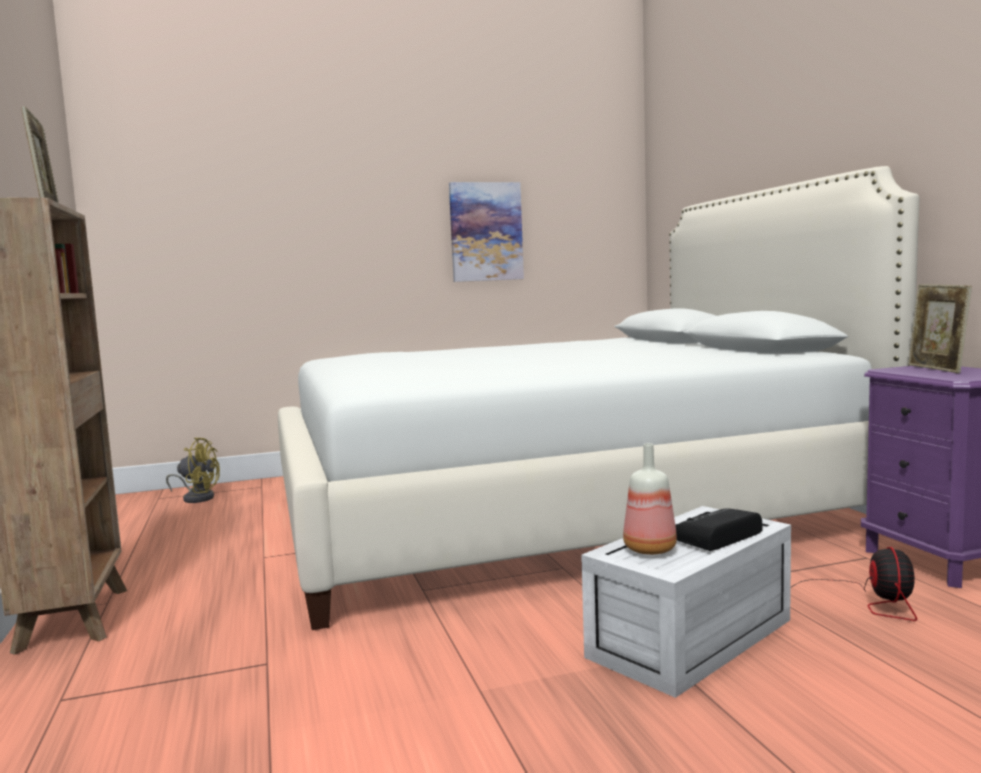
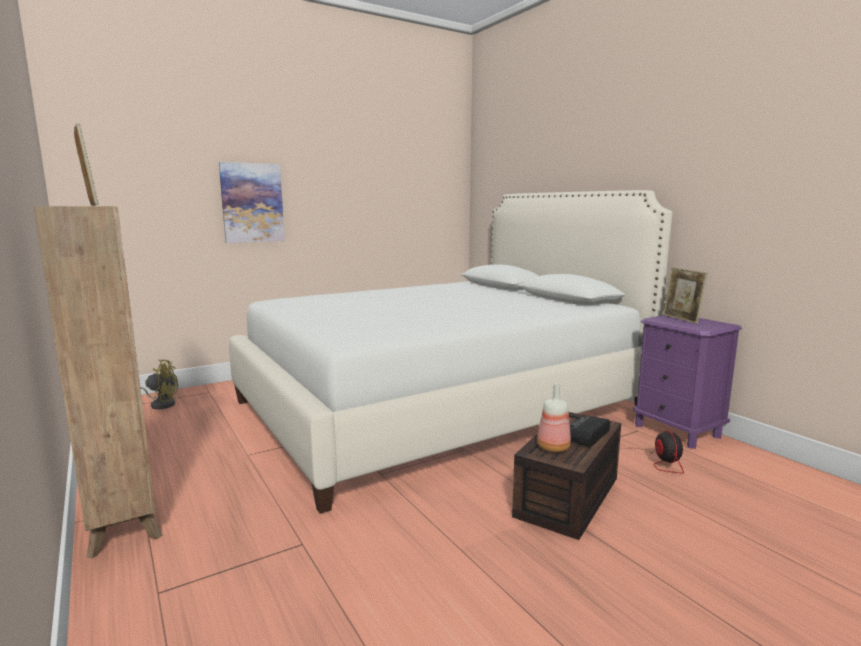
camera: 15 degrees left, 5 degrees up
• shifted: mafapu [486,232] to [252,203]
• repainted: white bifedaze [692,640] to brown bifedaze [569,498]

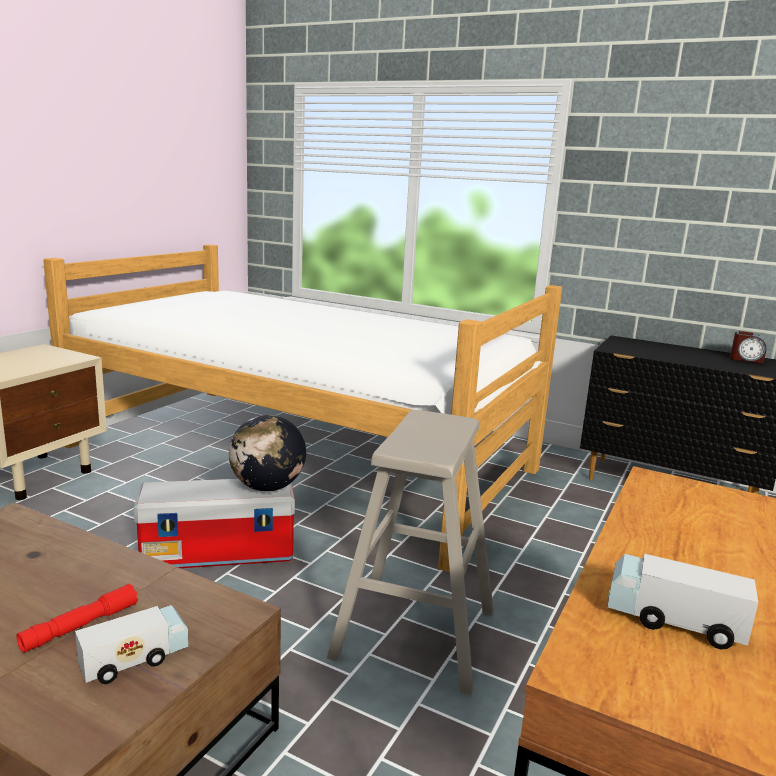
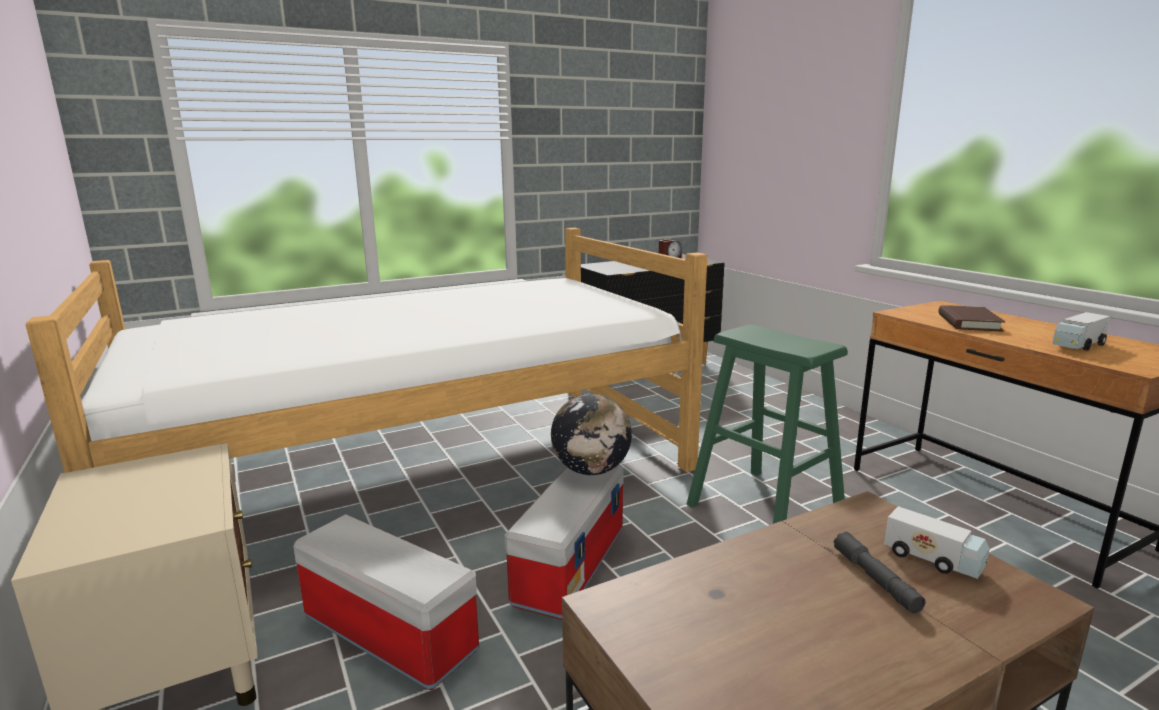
camera: 55 degrees left, 0 degrees up
• repainted: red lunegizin [80,626] to grey lunegizin [875,579]
• rotated: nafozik [135,659] = [933,560] 135 degrees clockwise
• repainted: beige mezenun [415,634] to green mezenun [765,507]
• new: bifedaze [387,633]
• new: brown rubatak [968,322]

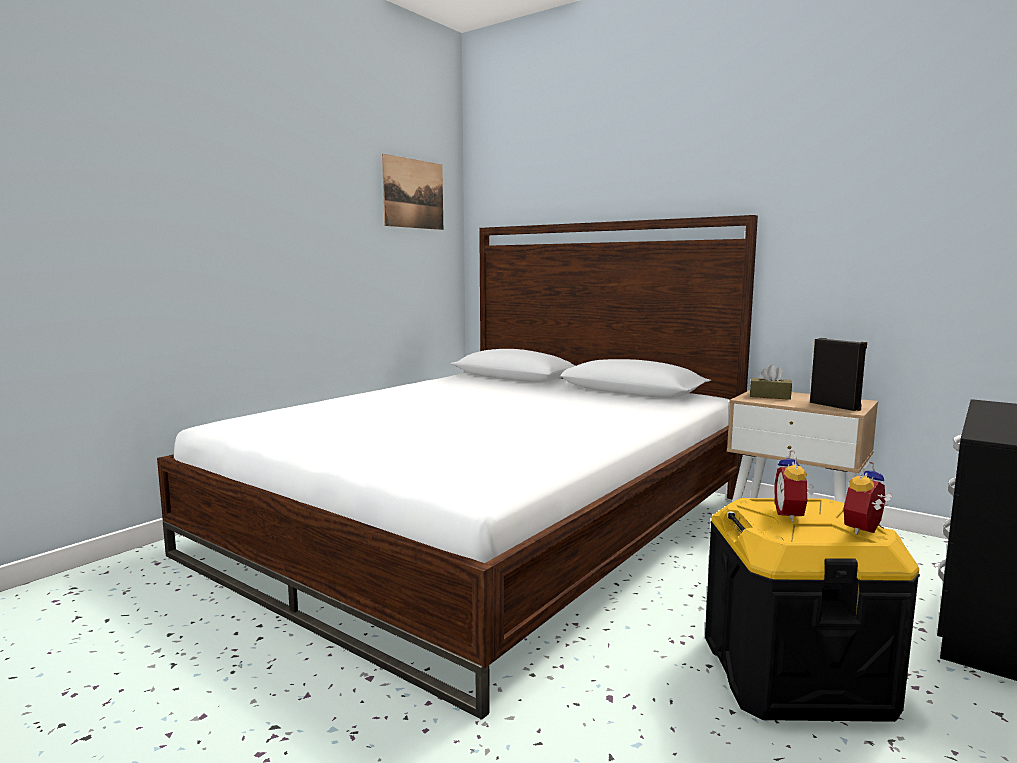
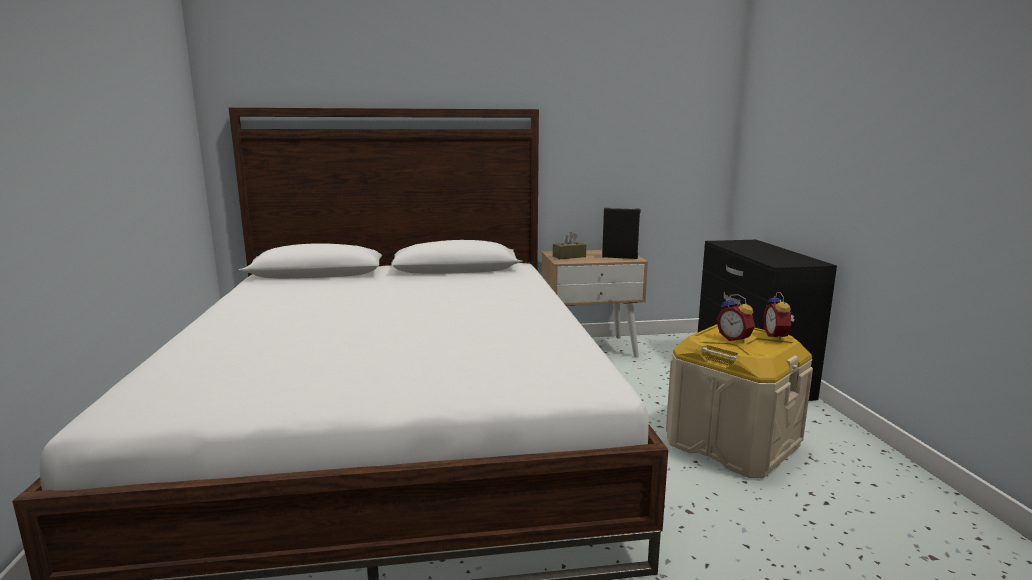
camera: 45 degrees left, 5 degrees up
• gone: mafapu [413,194]
• repainted: black bifedaze [795,674] to beige bifedaze [732,444]

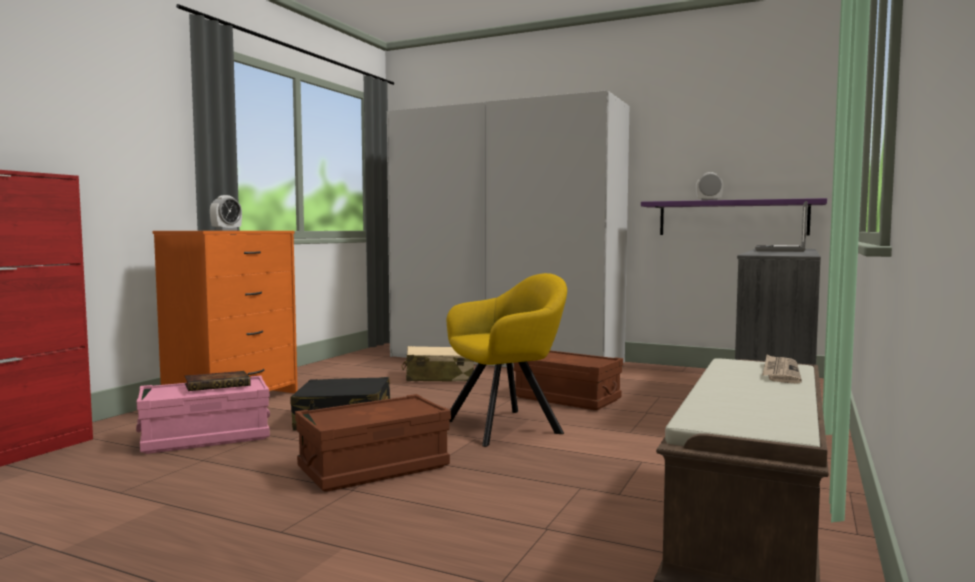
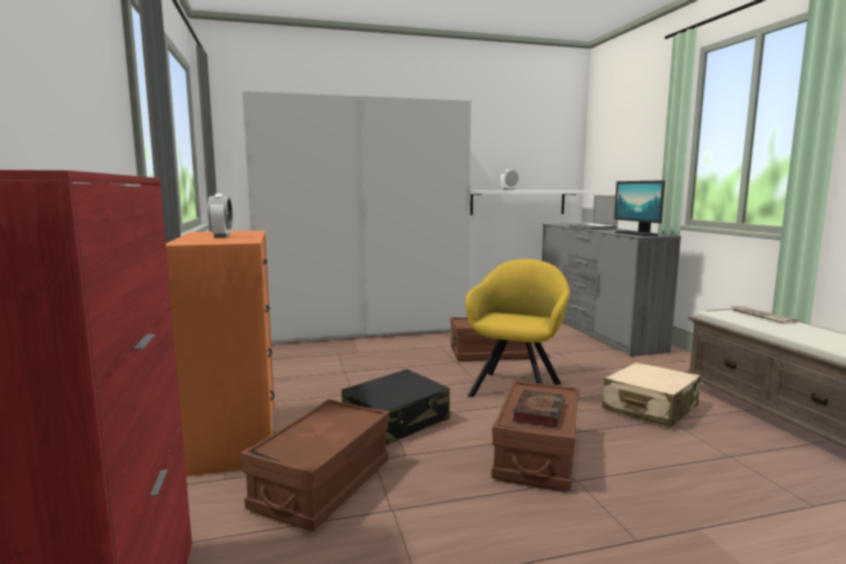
camera: 40 degrees left, 5 degrees up
• repainted: pink bifedaze [206,437] to brown bifedaze [323,485]
• shifted: rubatak [219,385] to [538,411]
• shifted: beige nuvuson [438,377] to [650,408]
• repainted: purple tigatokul [732,218] to white tigatokul [518,202]
• new: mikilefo [636,234]

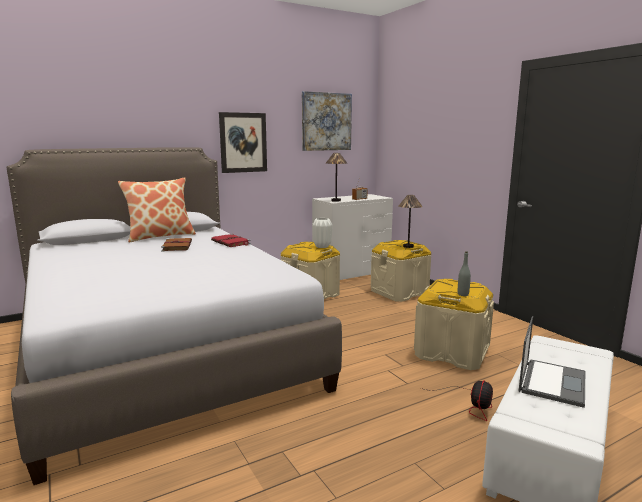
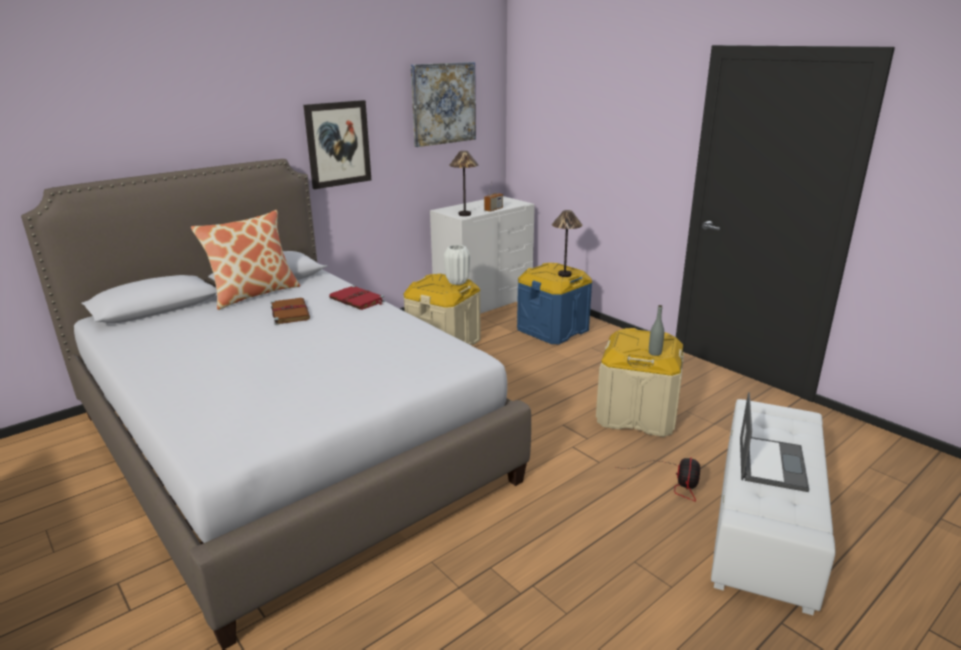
camera: 10 degrees left, 10 degrees up
• repainted: beige bifedaze [399,292] to blue bifedaze [552,330]

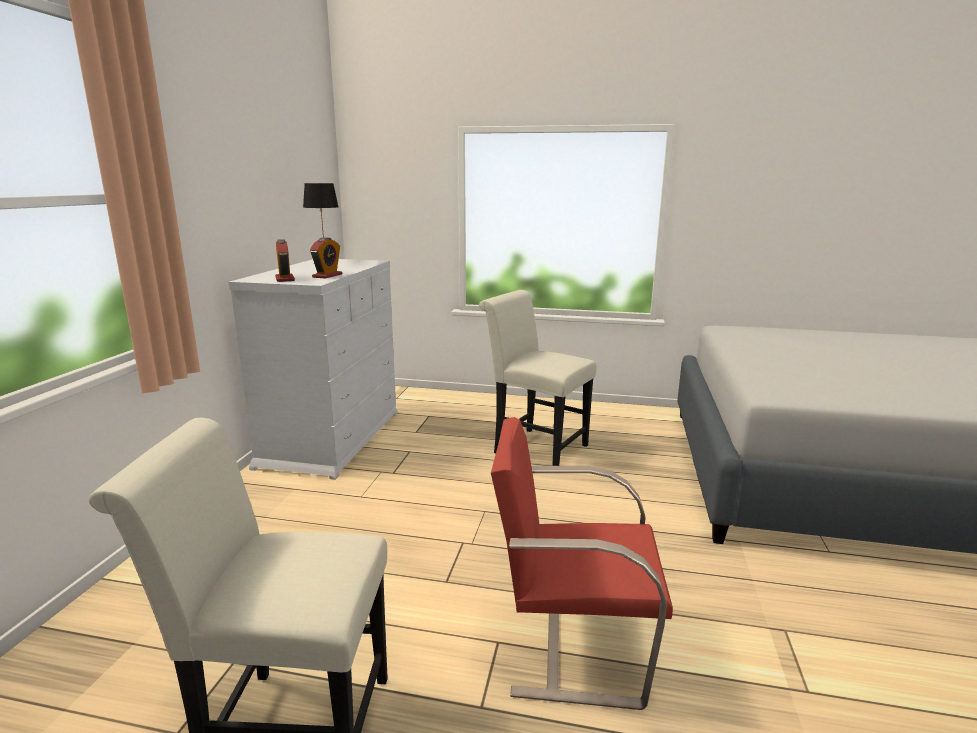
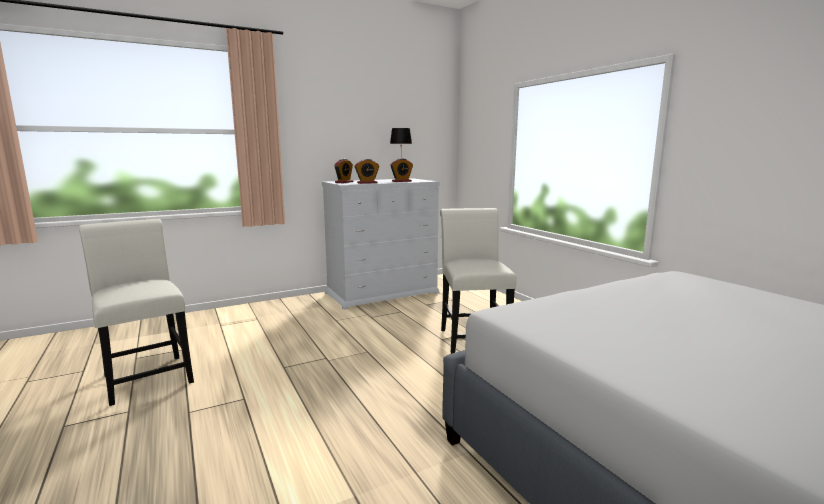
camera: 50 degrees right, 5 degrees down
• gone: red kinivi [572,643]
• new: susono [401,181]

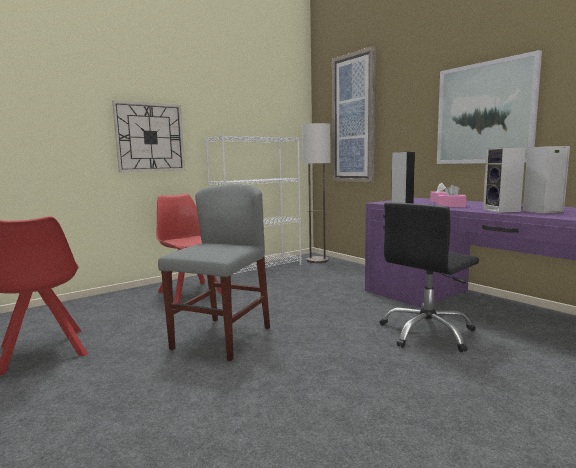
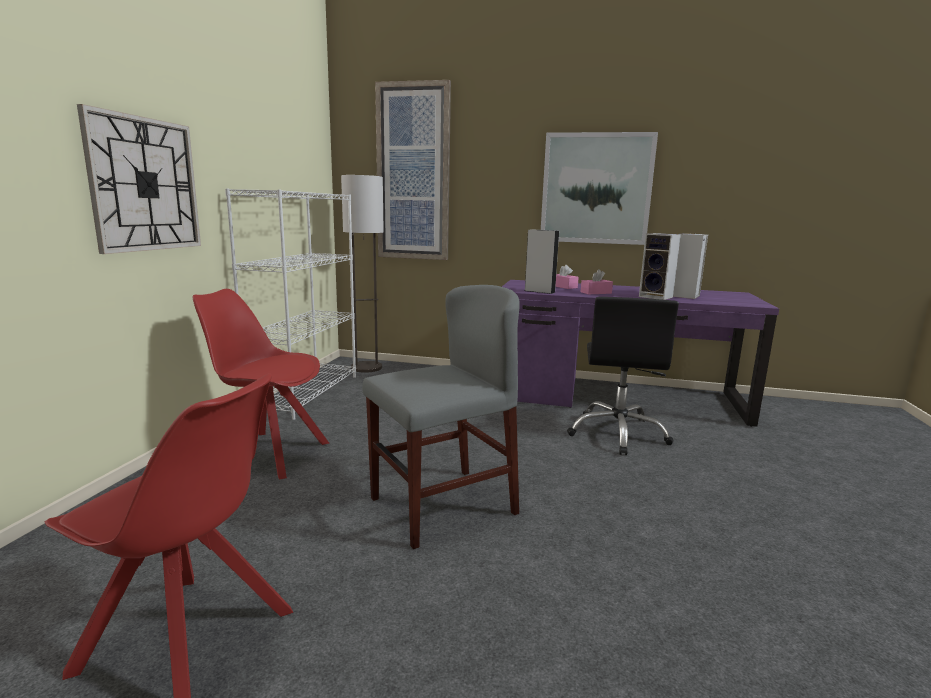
camera: 40 degrees left, 5 degrees up
• rotated: grey kinivi [222,338] = [443,506] 75 degrees clockwise

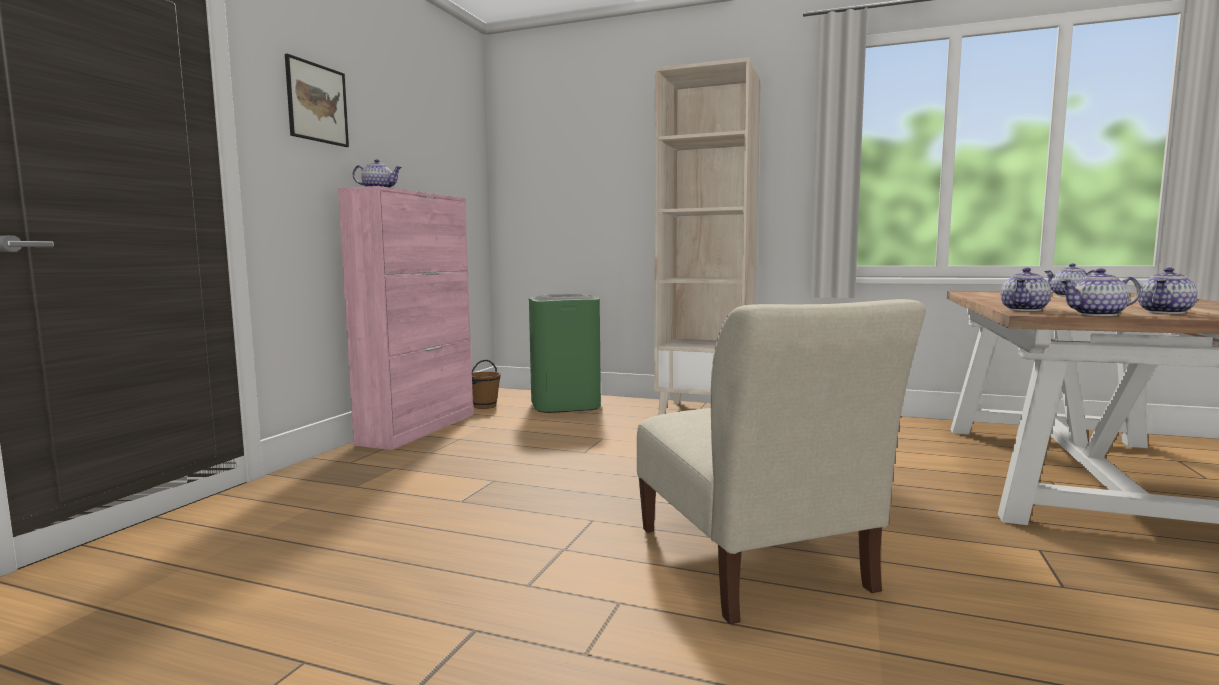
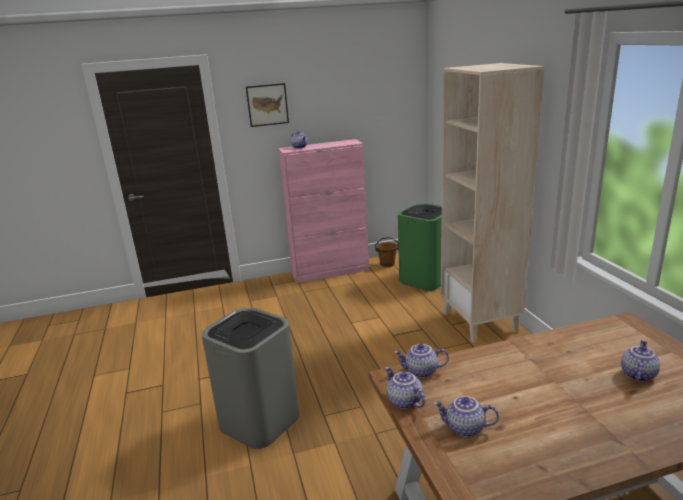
camera: 55 degrees right, 15 degrees up
• swapped: beige kinivi [753,564] to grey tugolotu [259,421]

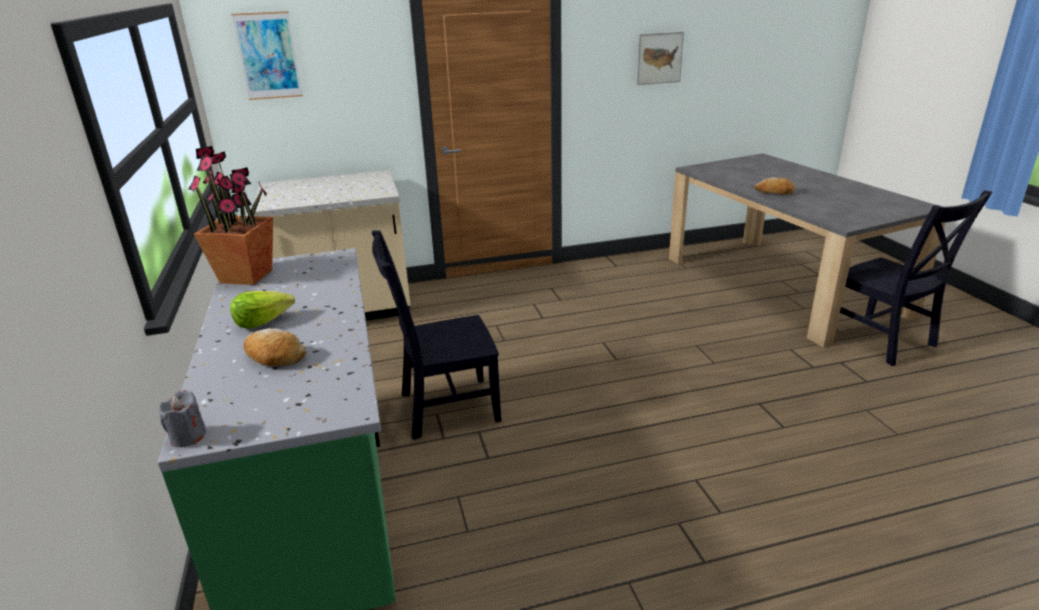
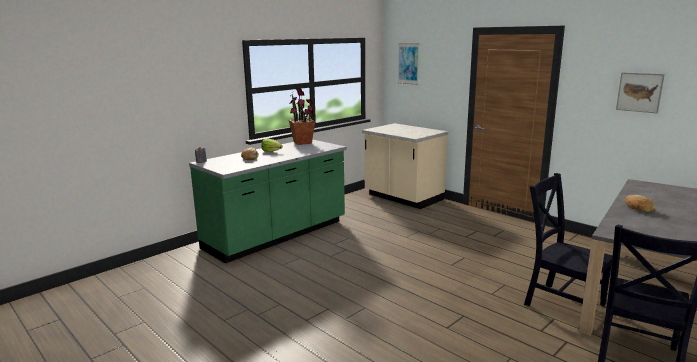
camera: 60 degrees right, 10 degrees down
• shifted: black kinivi [444,407] to [561,303]

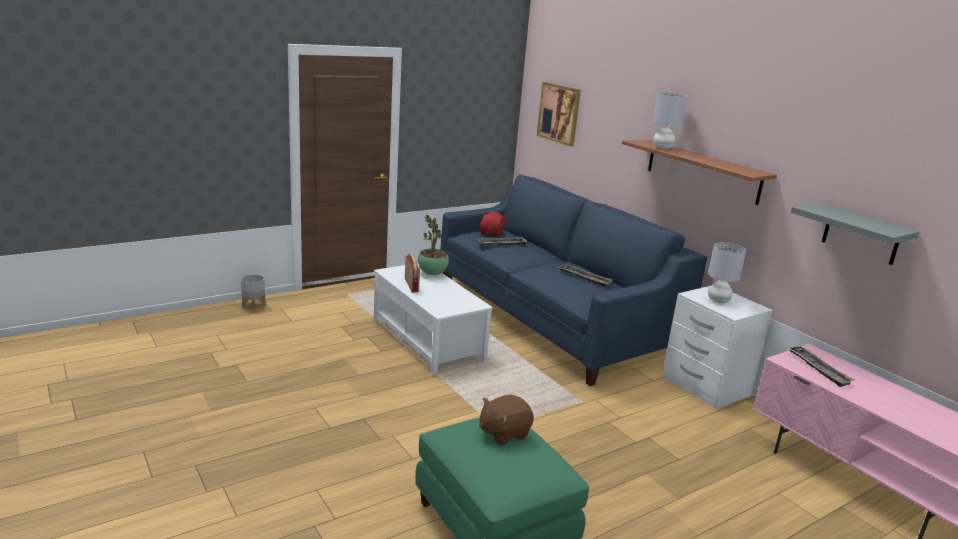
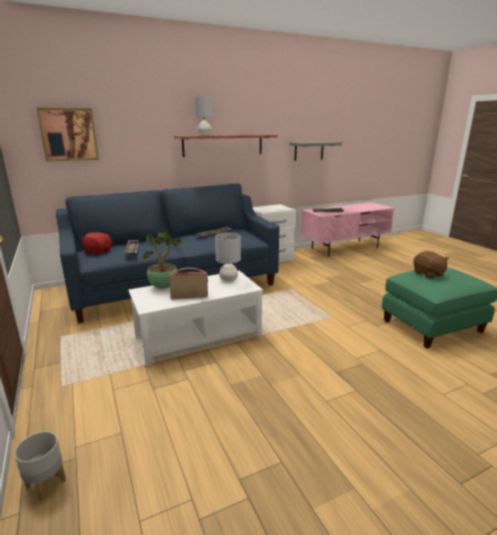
camera: 80 degrees left, 0 degrees up
• shifted: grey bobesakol [718,300] to [228,279]

